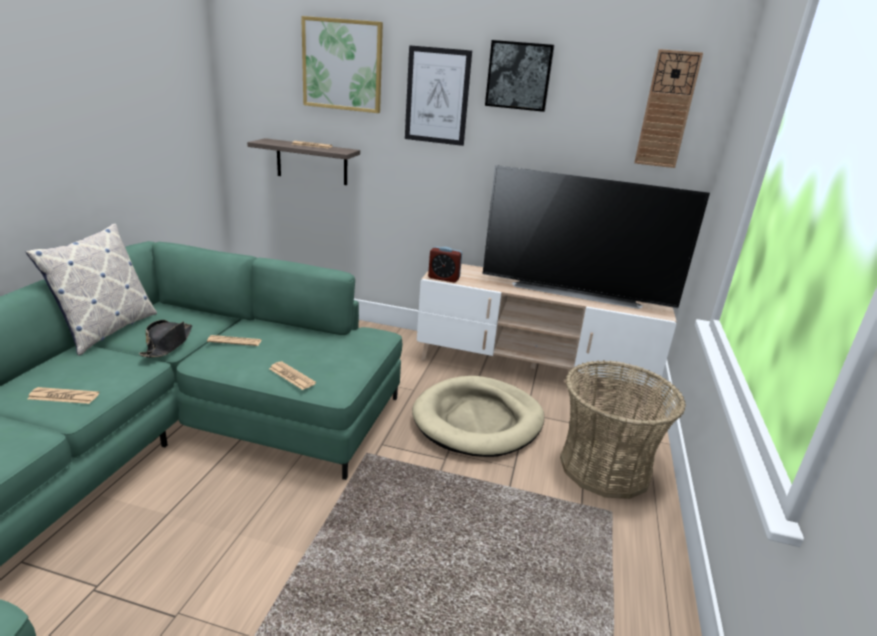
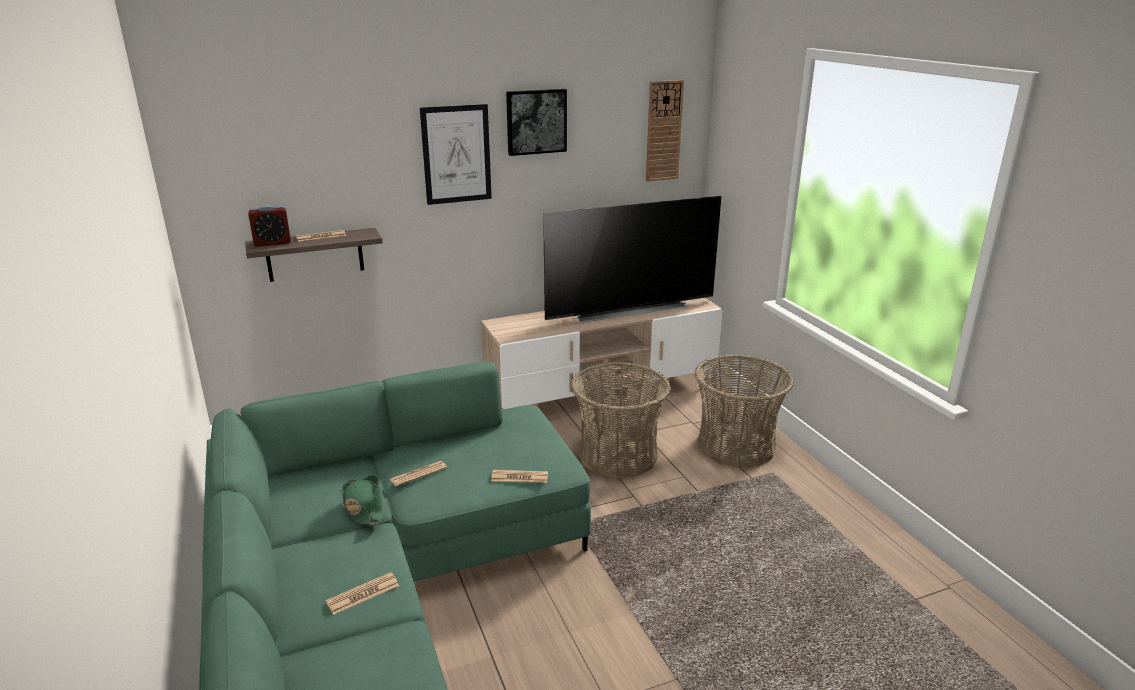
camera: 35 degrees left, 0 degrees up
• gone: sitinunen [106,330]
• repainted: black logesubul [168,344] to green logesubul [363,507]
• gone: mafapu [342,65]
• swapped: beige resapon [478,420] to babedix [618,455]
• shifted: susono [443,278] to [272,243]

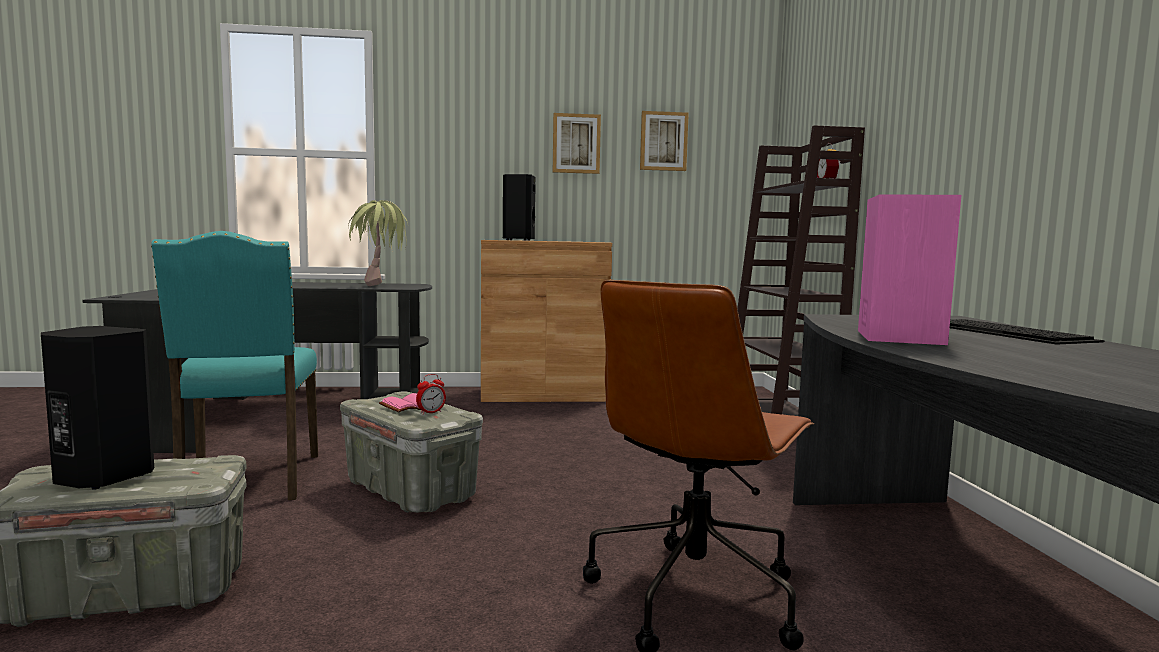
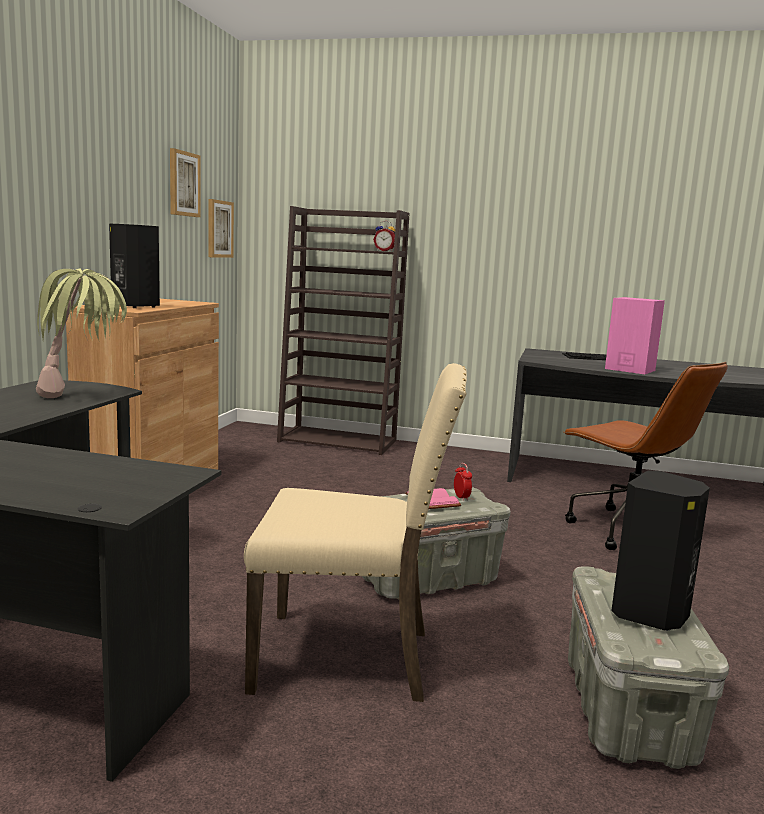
camera: 70 degrees left, 5 degrees up
• repainted: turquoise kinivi [248,481] to beige kinivi [348,657]
• shifted: mafapu [576,143] to [219,229]

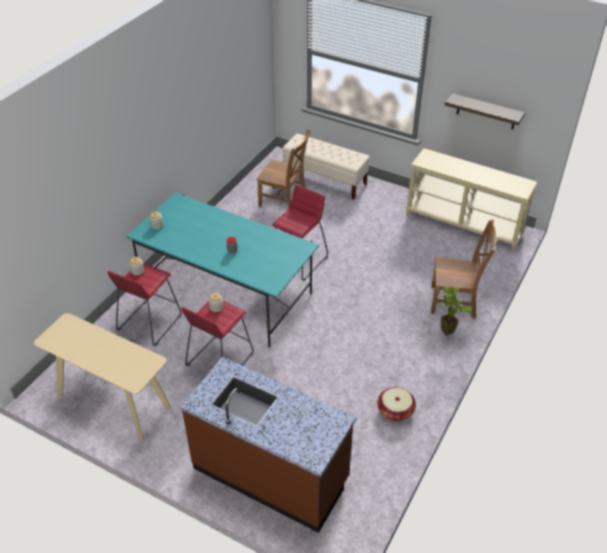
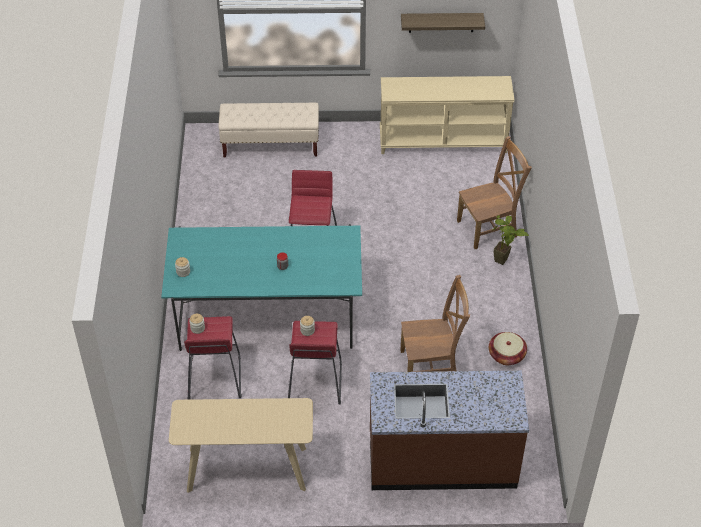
camera: 30 degrees left, 5 degrees up
• shifted: brown kinivi [284,202] to [431,366]

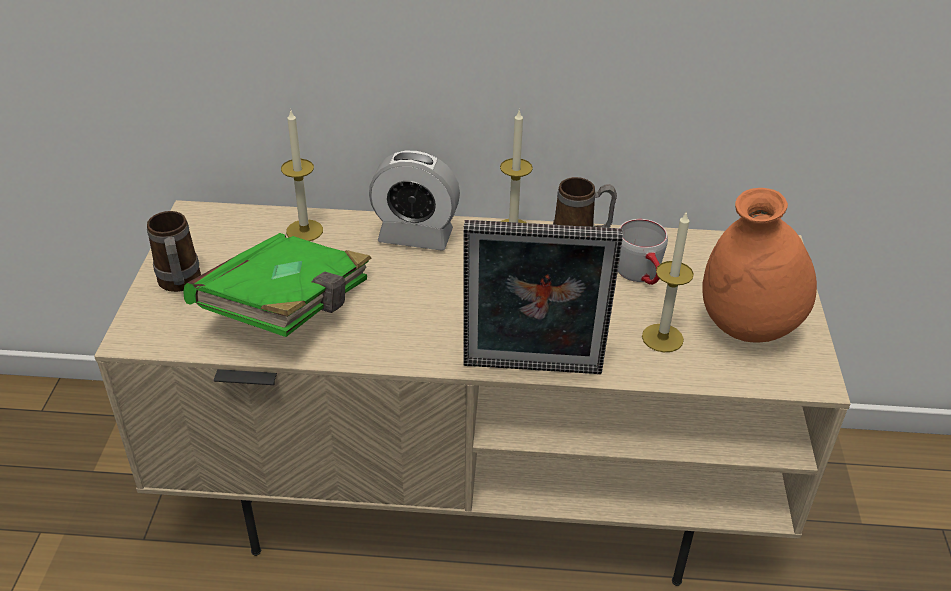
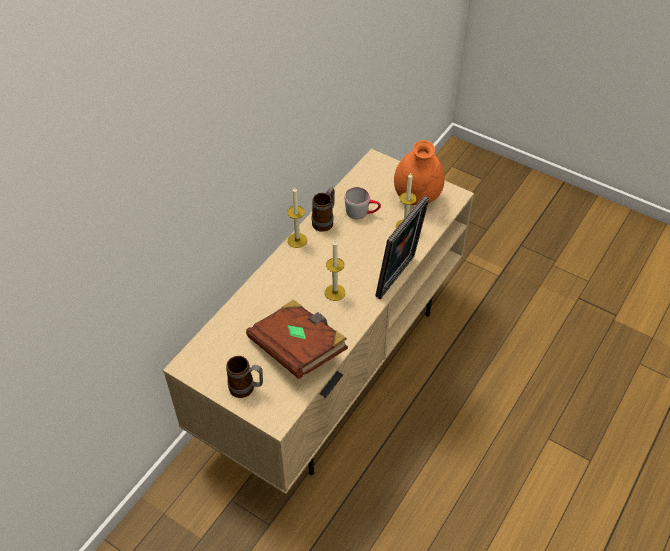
camera: 60 degrees left, 10 degrees up
• repainted: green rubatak [289,309] to brown rubatak [298,348]
• shifted: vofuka [304,231] to [335,292]
• gone: susono [415,236]

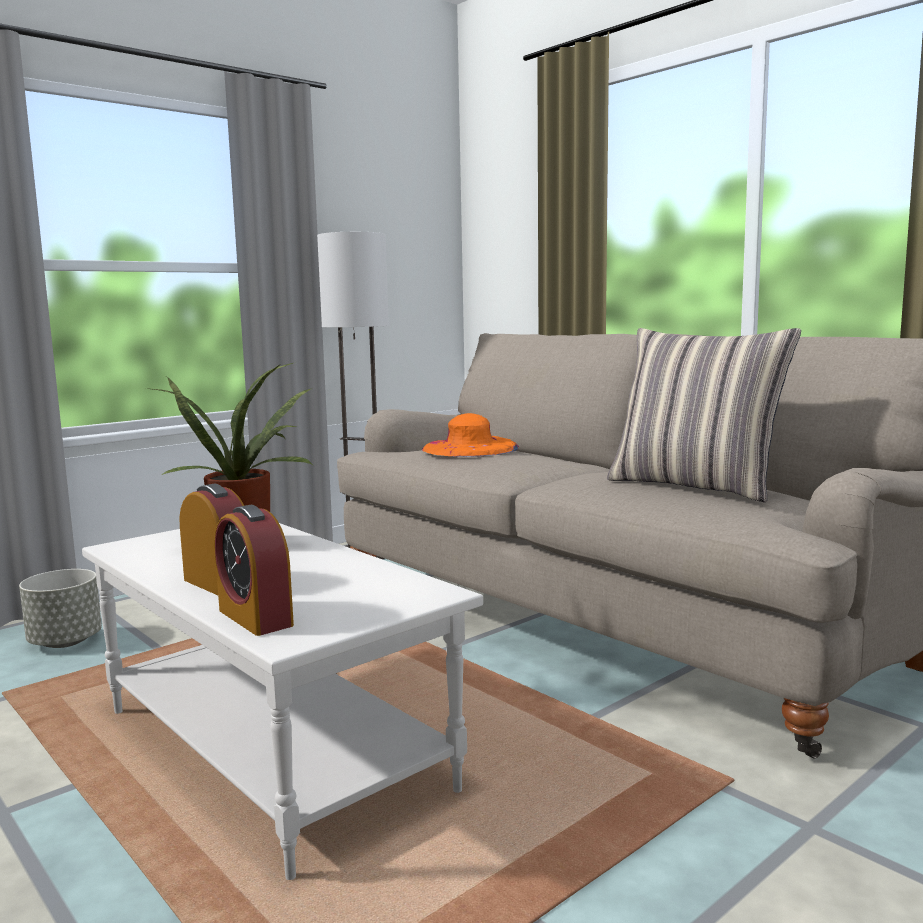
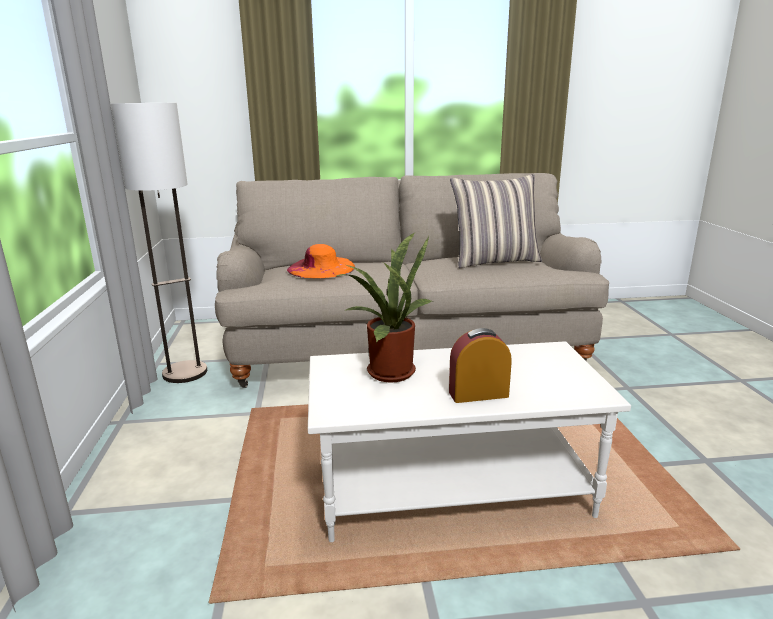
camera: 55 degrees left, 10 degrees up
• gone: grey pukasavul [65,642]
• gone: susono [255,618]

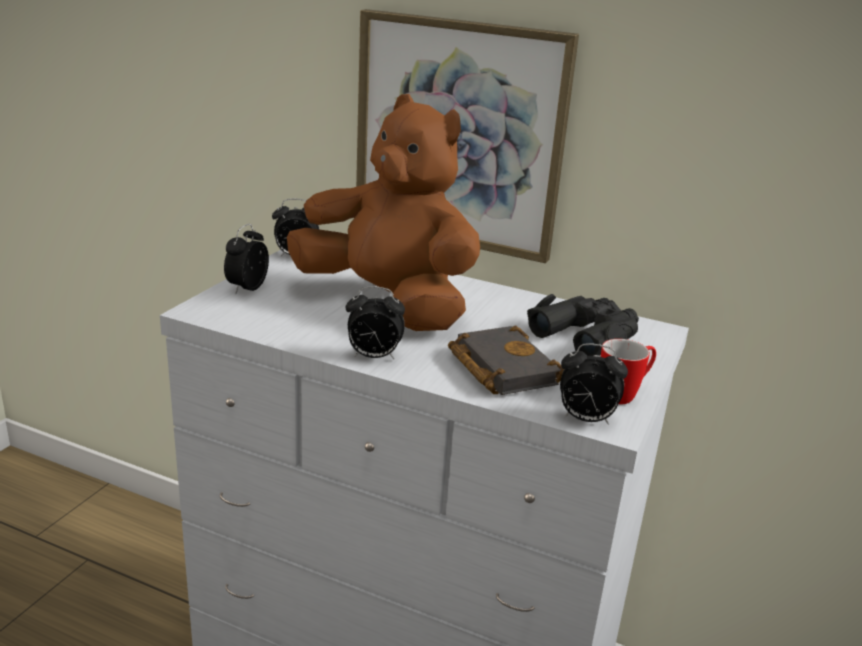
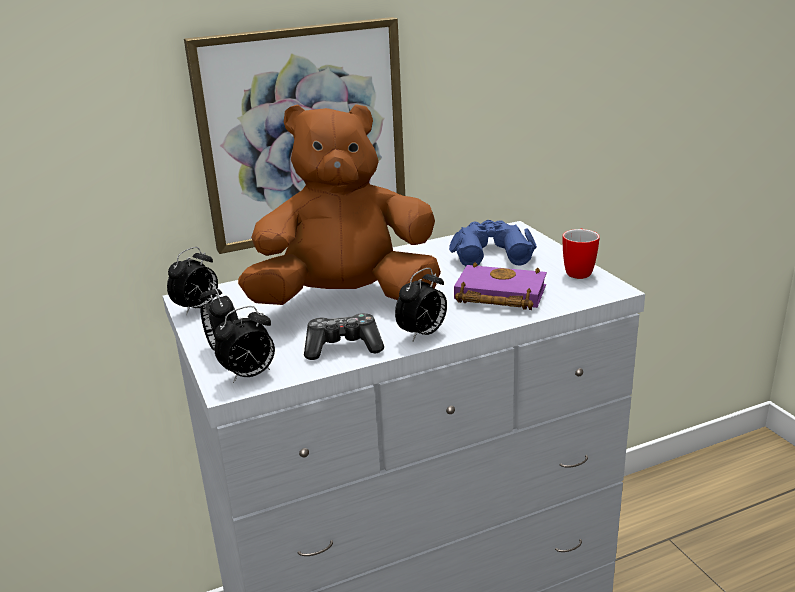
camera: 45 degrees left, 0 degrees up
• repainted: black rubatak [499,367] to purple rubatak [497,295]
• repainted: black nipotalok [587,335] to blue nipotalok [491,252]
• shifted: susono [585,419] to [249,375]
• new: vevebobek [343,347]

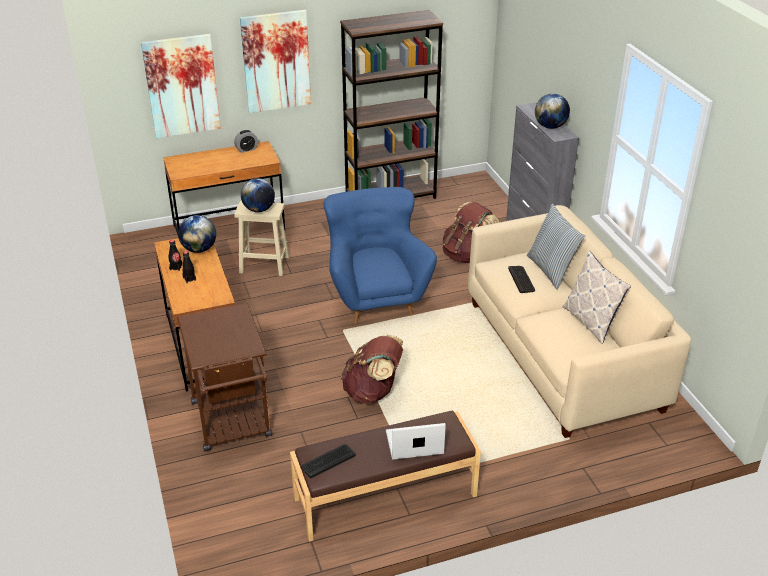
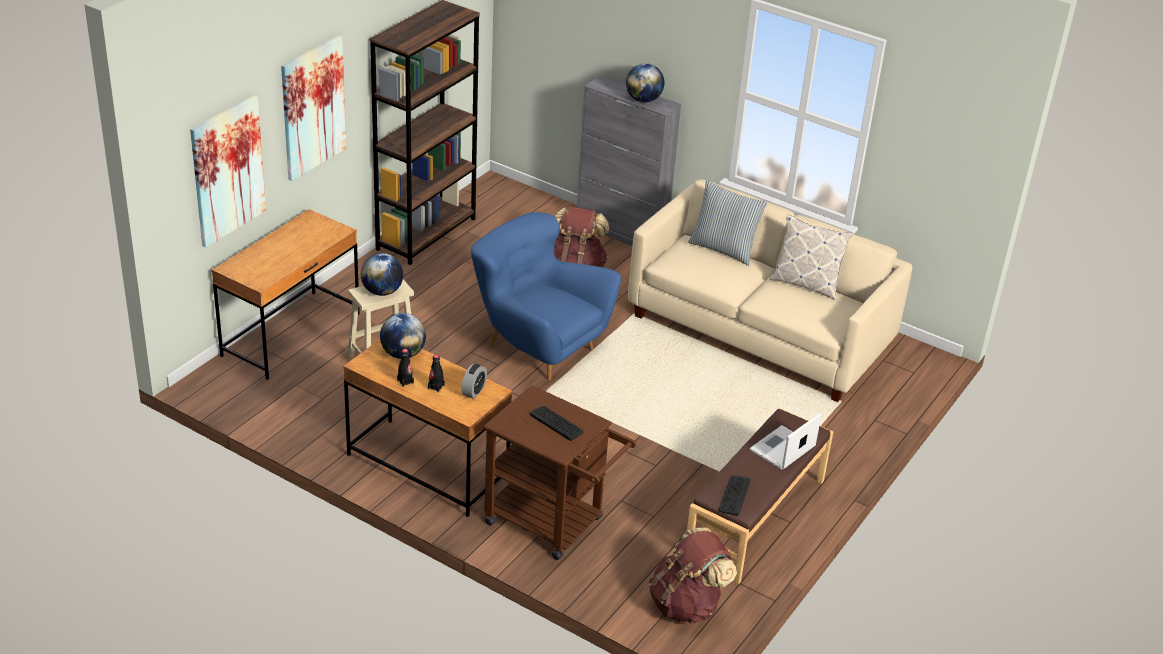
camera: 40 degrees left, 0 degrees up
• shifted: susono [246,149] to [474,391]
• shifted: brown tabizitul [373,392] to [687,604]
• shifted: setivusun [521,279] to [557,423]

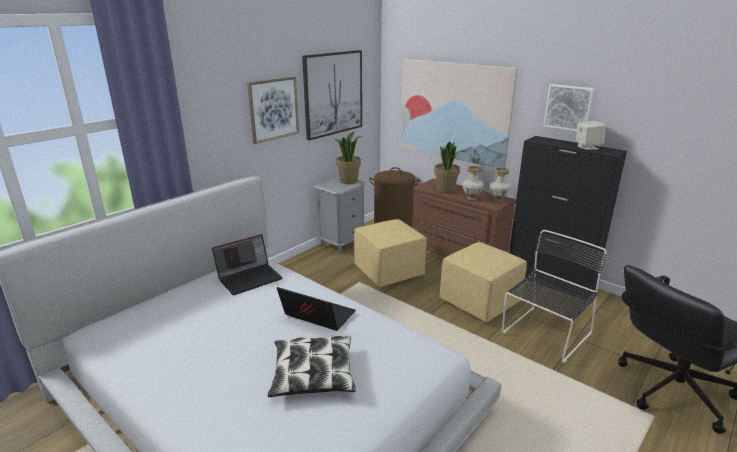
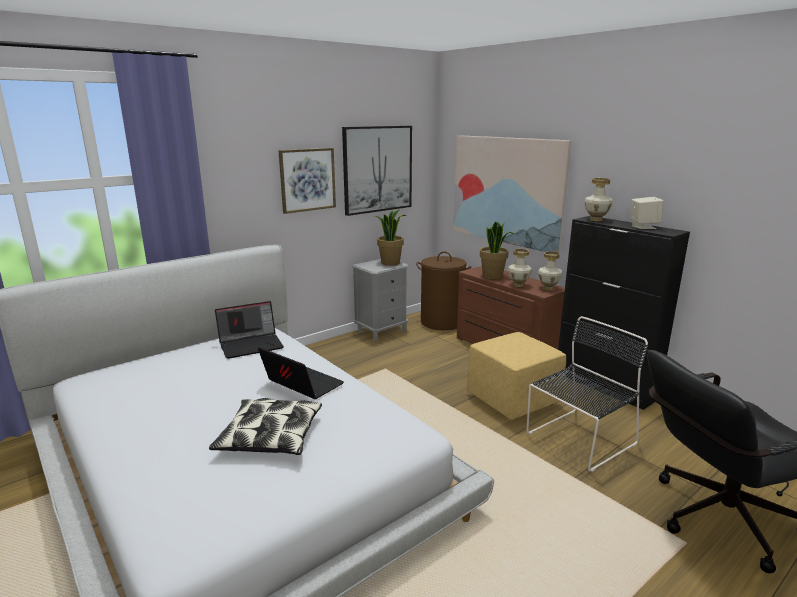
camera: 10 degrees right, 5 degrees down
• gone: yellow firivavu [389,272]
• gone: mafapu [568,107]
• new: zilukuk [596,220]

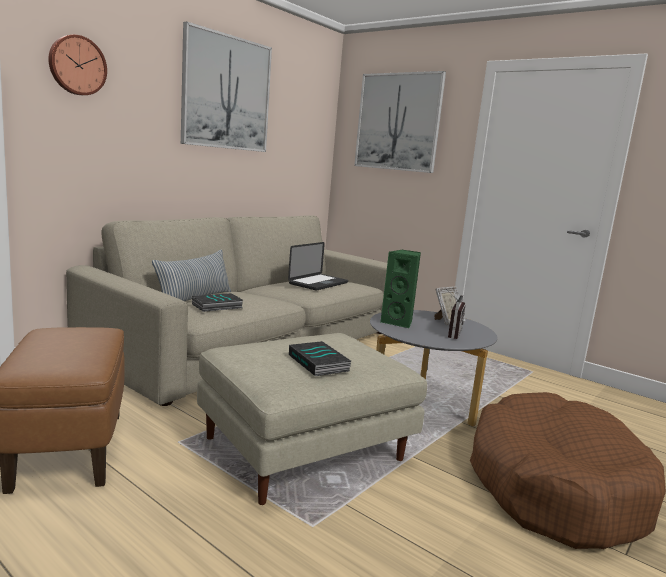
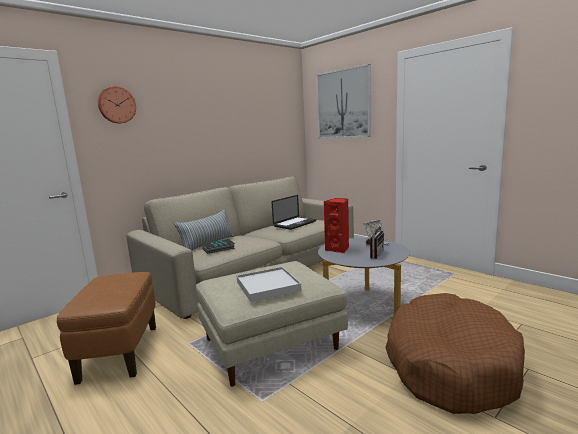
camera: 10 degrees right, 0 degrees up
• gone: mafapu [226,93]
• swapped: rubatak [319,363] to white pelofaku [268,286]
• repainted: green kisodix [399,322] to red kisodix [338,249]

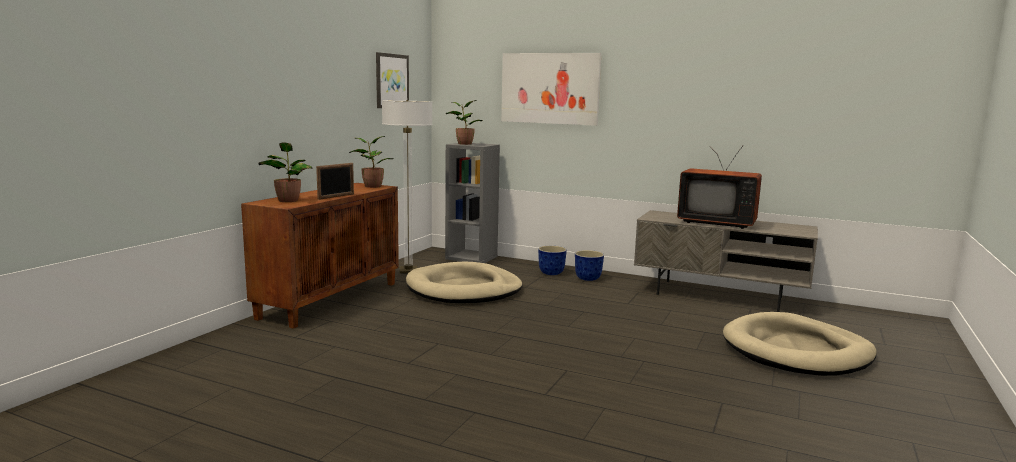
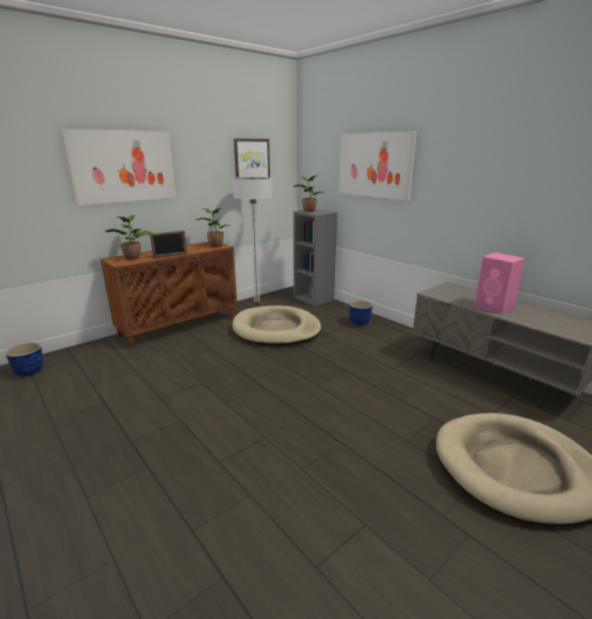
camera: 25 degrees right, 10 degrees up
• shifted: pukasavul [587,278] to [30,372]
• swapped: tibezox [716,222] to pink kisodix [494,306]
• new: mafapu [123,166]

